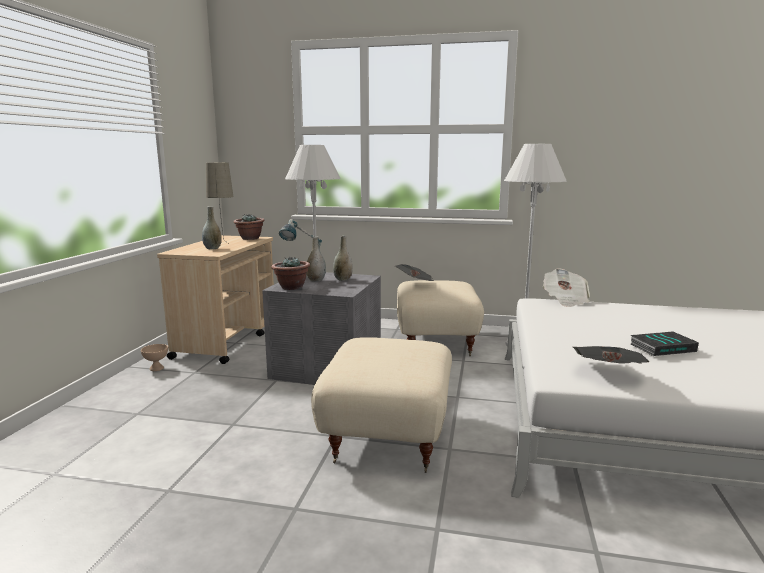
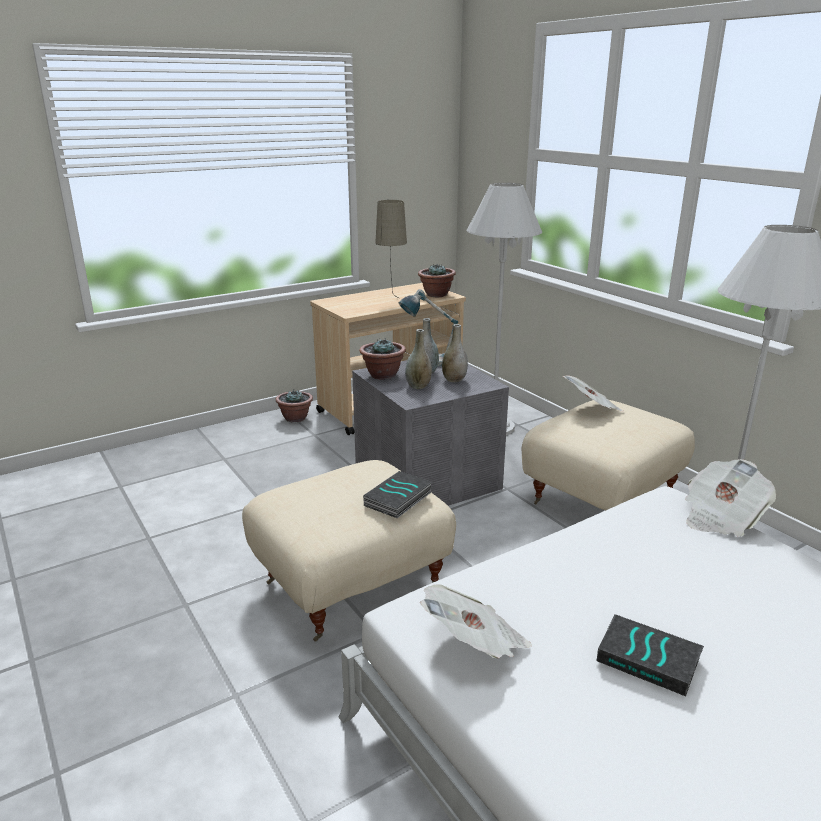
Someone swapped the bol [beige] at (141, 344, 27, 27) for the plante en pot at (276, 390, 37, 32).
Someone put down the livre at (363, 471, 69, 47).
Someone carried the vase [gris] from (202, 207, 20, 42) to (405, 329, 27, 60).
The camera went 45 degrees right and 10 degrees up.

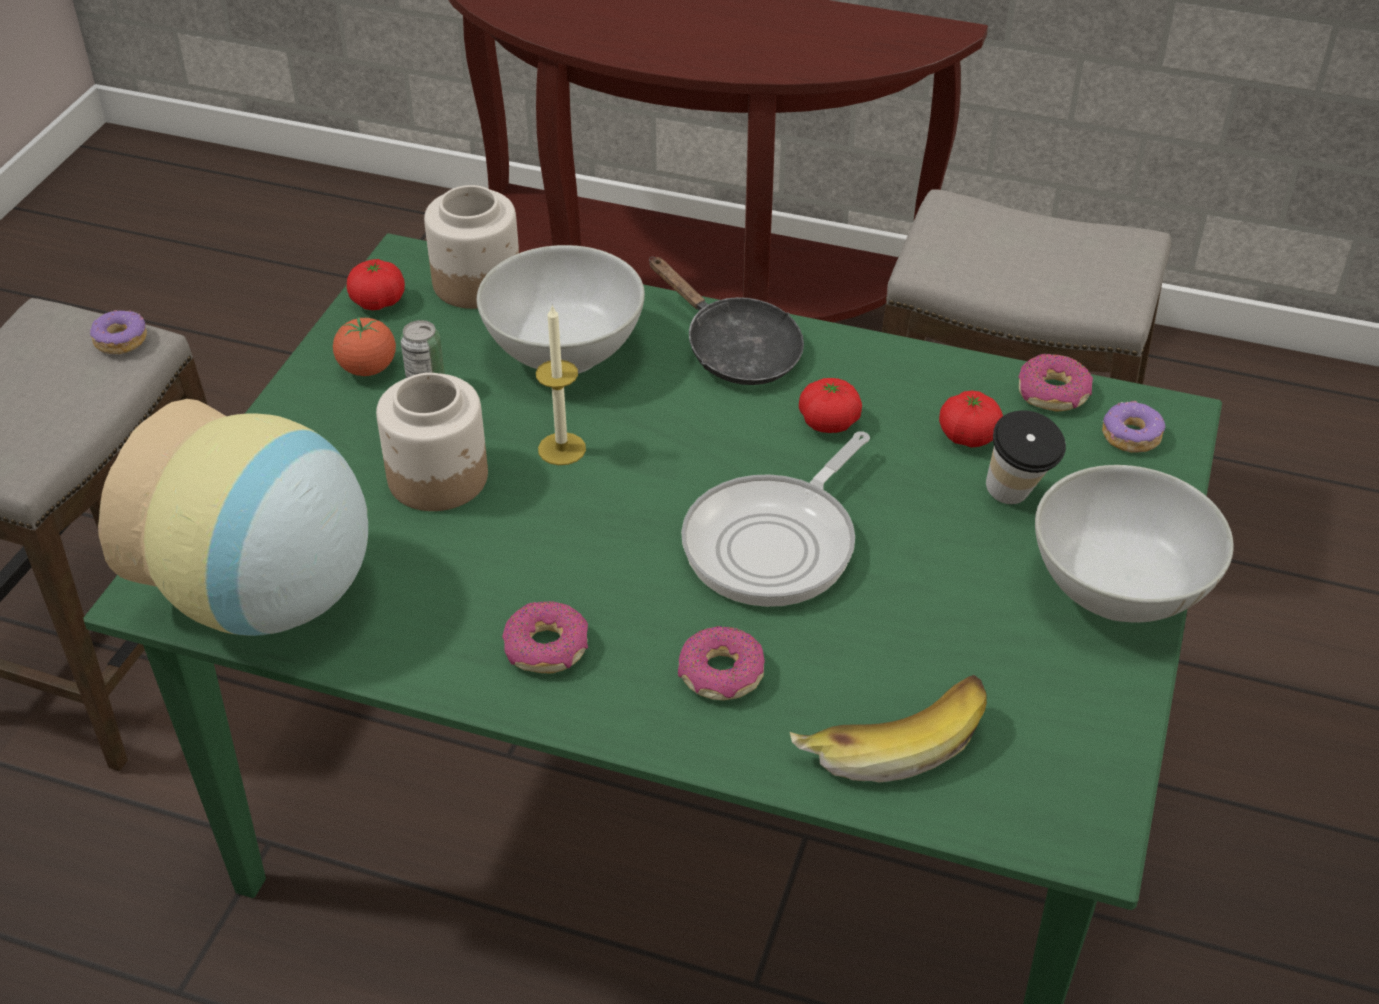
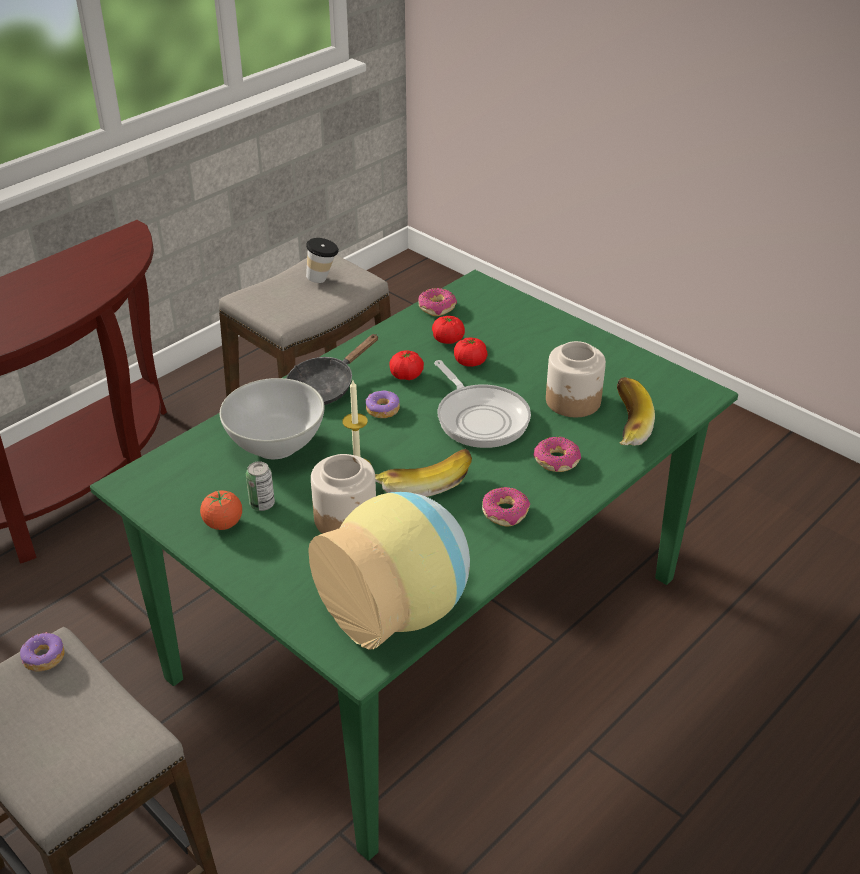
Someone rotated the poêle [noir] at (649, 257, 155, 128) by 150 degrees clockwise.
Someone carried the tasse from (986, 410, 80, 94) to (306, 238, 33, 45).
Someone carried the beignet from (1102, 401, 63, 52) to (365, 391, 35, 27).
Someone put down the banane at (375, 449, 97, 48).
Someone carried the tomate from (347, 259, 58, 51) to (454, 338, 34, 29).
Someone carried the bocal from (424, 185, 95, 124) to (546, 341, 60, 76).
Someone took away the bol [blanc] at (1035, 465, 199, 157).
The camera went 65 degrees left and 5 degrees down.

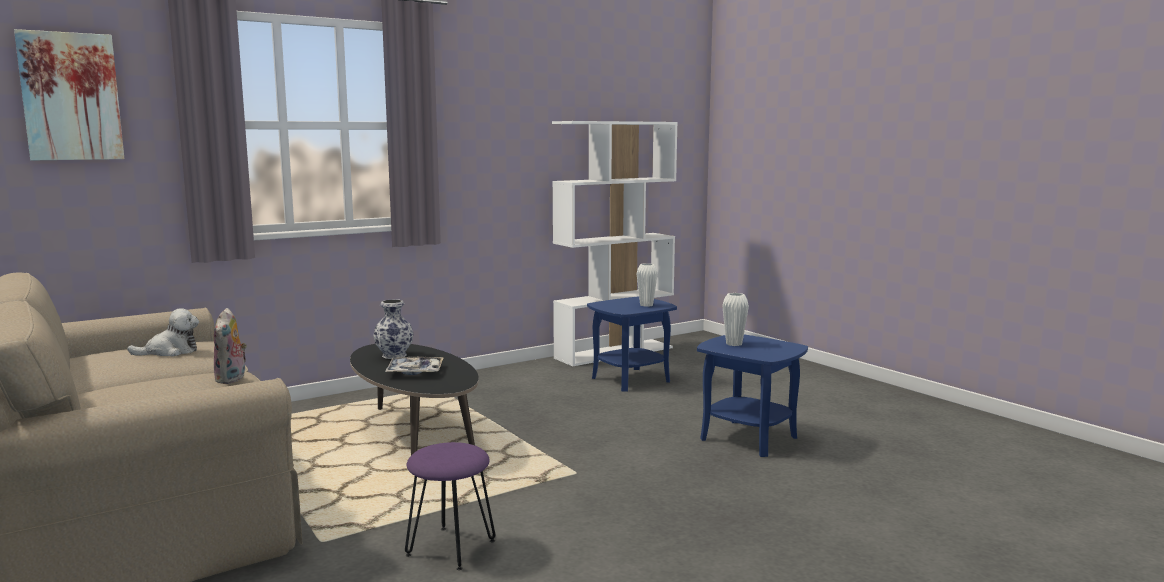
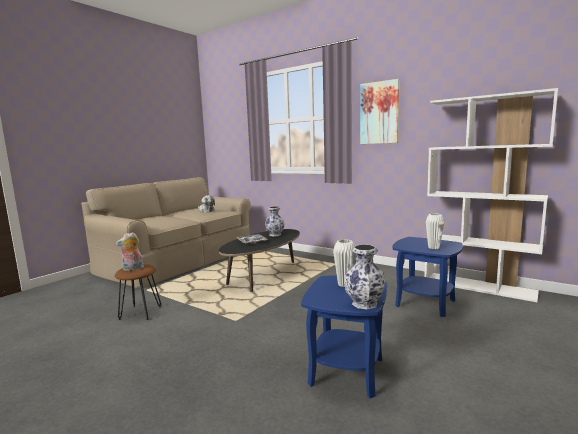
Someone repainted the tabouret [violet] at (405, 442, 90, 128), which became the tabouret [marron] at (115, 264, 46, 56).
Someone carried the peluche from (214, 308, 33, 76) to (116, 232, 28, 39).
Someone put down the vase at (344, 245, 42, 65).
Someone carried the tableau from (14, 29, 110, 132) to (360, 79, 40, 65).
The camera went 70 degrees right and 0 degrees up.

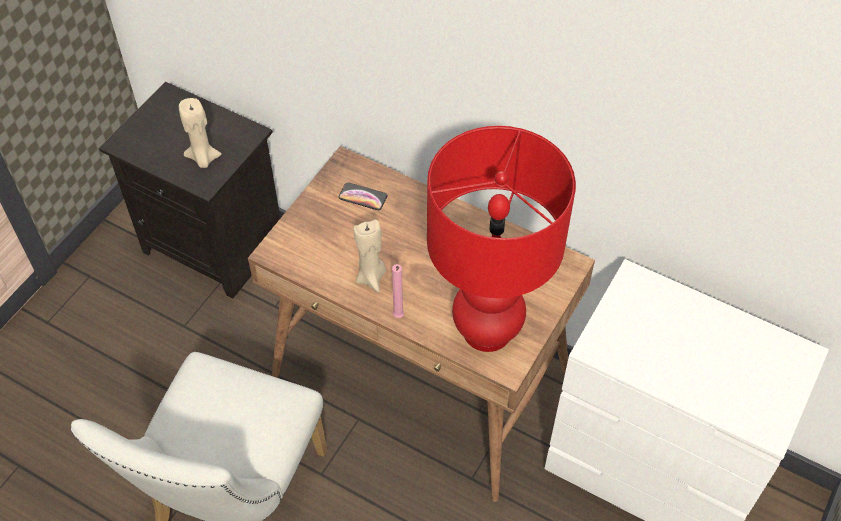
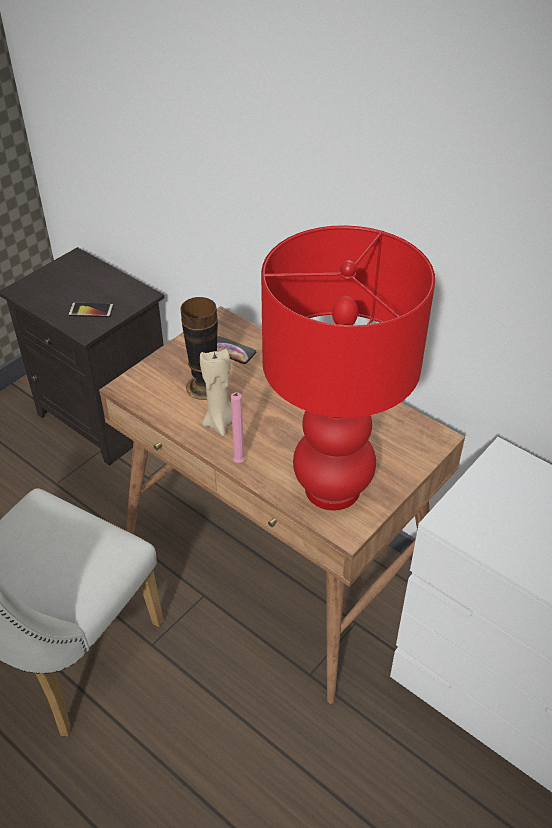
Someone swapped the bougie [beige] at (179, 98, 43, 70) for the téléphone at (68, 302, 46, 15).
Someone put down the vase at (180, 297, 38, 103).
The camera went 10 degrees right and 10 degrees down.

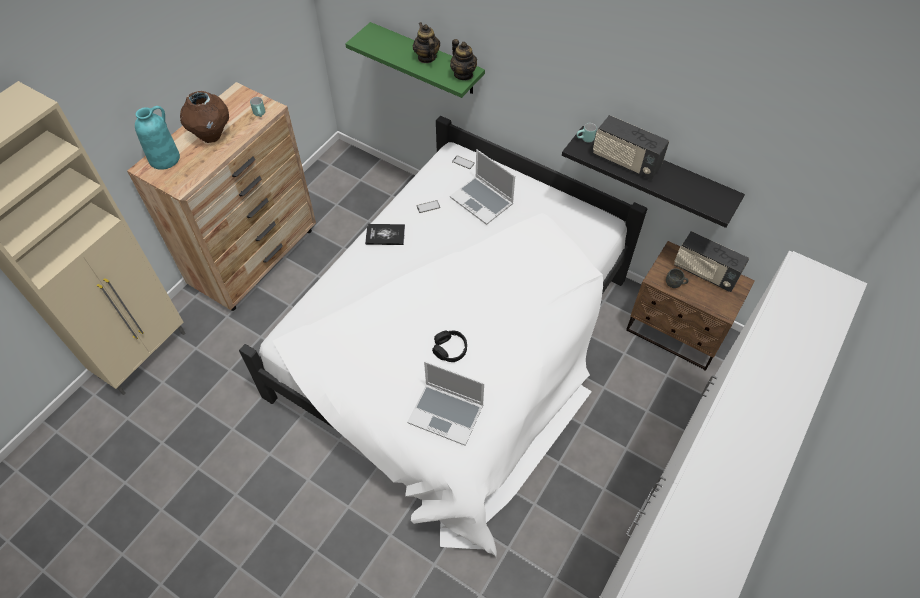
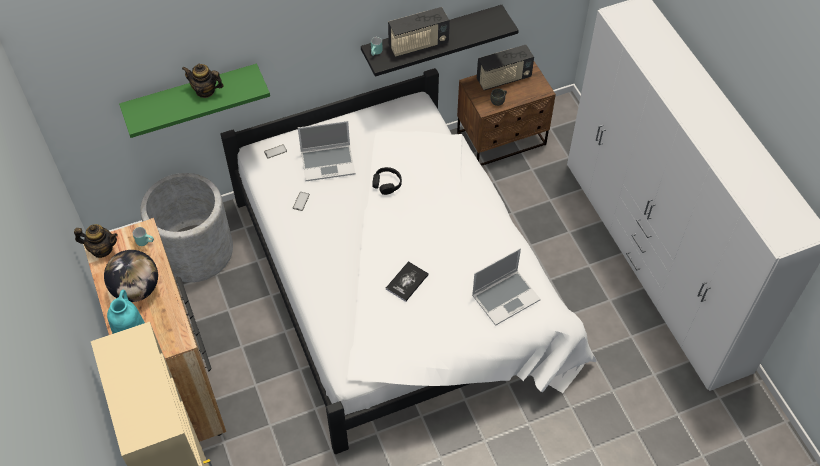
Someone carried the théière from (450, 39, 27, 41) to (74, 224, 44, 34).
Someone swapped the vase [marron] at (180, 91, 49, 52) for the globe at (104, 250, 54, 52).
Someone put down the cache-pot [gris] at (140, 173, 93, 109).
Someone carried the casque audio [noir] from (432, 331, 35, 31) to (372, 167, 30, 28).
Someone carried the livre from (365, 224, 40, 21) to (386, 261, 43, 41).
The camera went 55 degrees left and 0 degrees up.

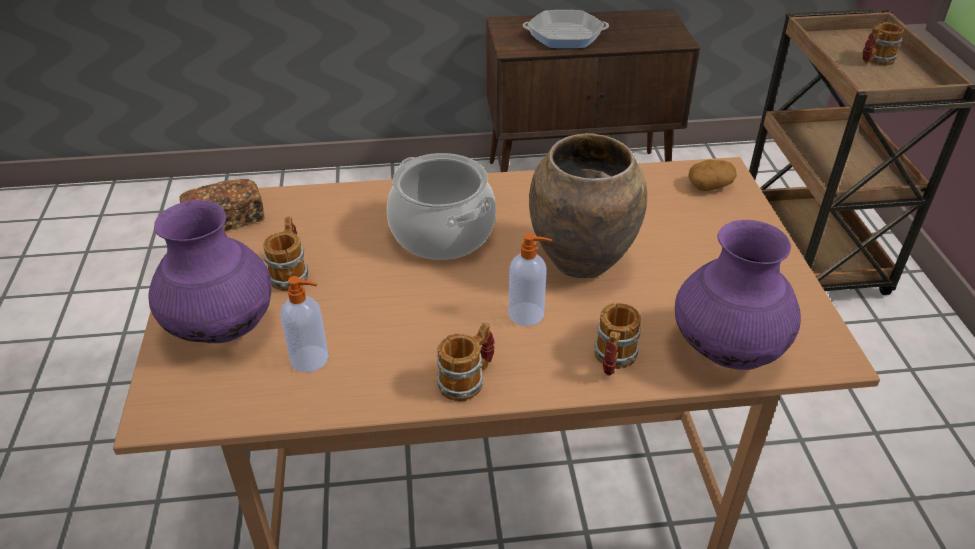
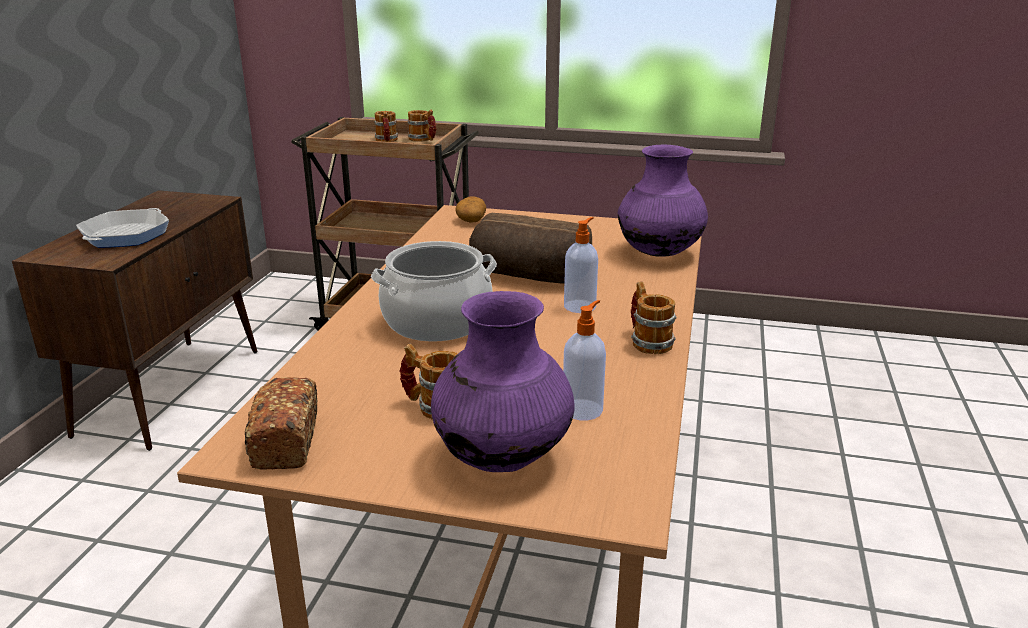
Someone carried the mug from (594, 303, 47, 73) to (407, 110, 29, 32).
Someone swapped the vase [marron] at (529, 133, 118, 145) for the pain at (469, 213, 123, 71).
The camera went 70 degrees left and 15 degrees down.

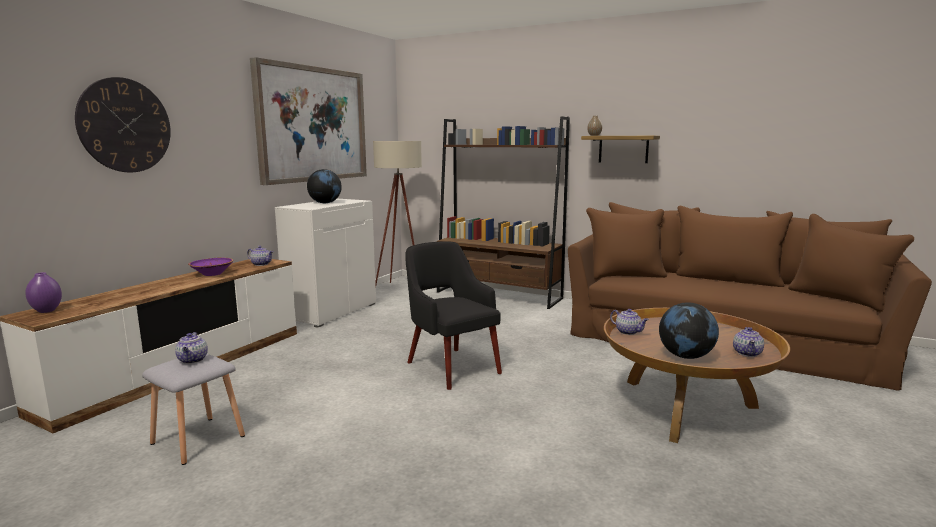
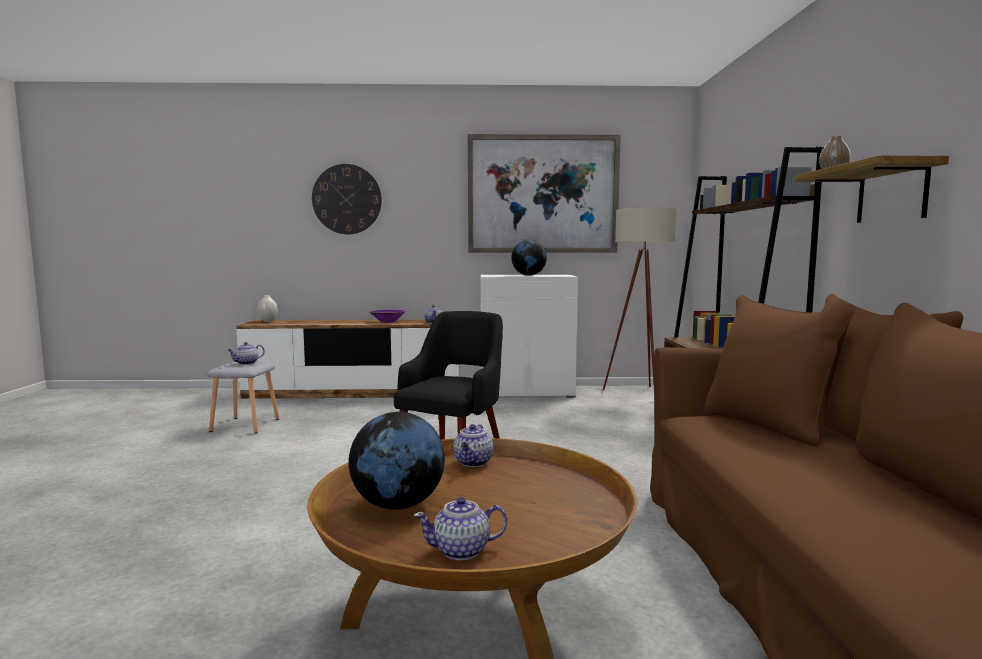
Someone repainted the vase [violet] at (25, 272, 37, 41), which became the vase [blanc] at (257, 295, 21, 27).
The camera went 60 degrees right and 5 degrees down.

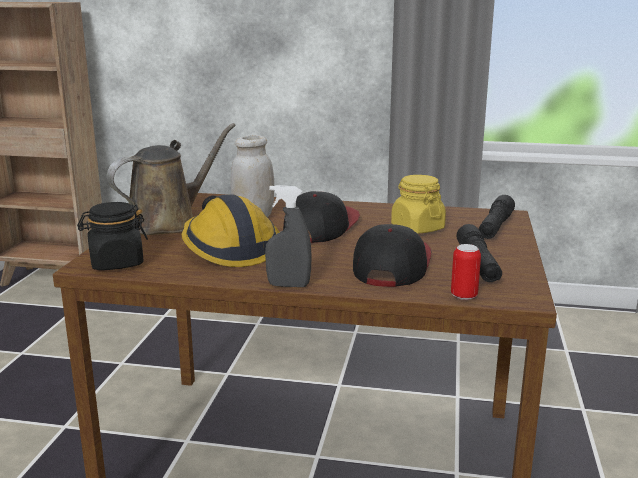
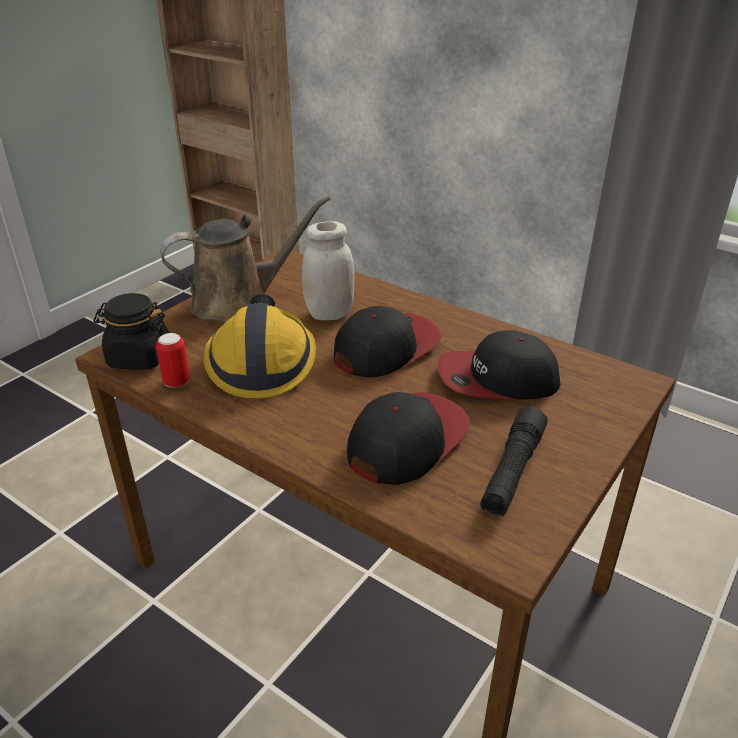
Someone carried the boîte métallique from (451, 244, 30, 56) to (156, 333, 34, 55).
Someone swapped the bocal [jaune] at (391, 175, 55, 59) for the casquette at (438, 330, 122, 70).
Someone took away the vaporisateur [gris] at (265, 185, 47, 102).
Someone took away the lampe de poche [noir] at (479, 195, 36, 44).
The camera went 25 degrees right and 15 degrees up.

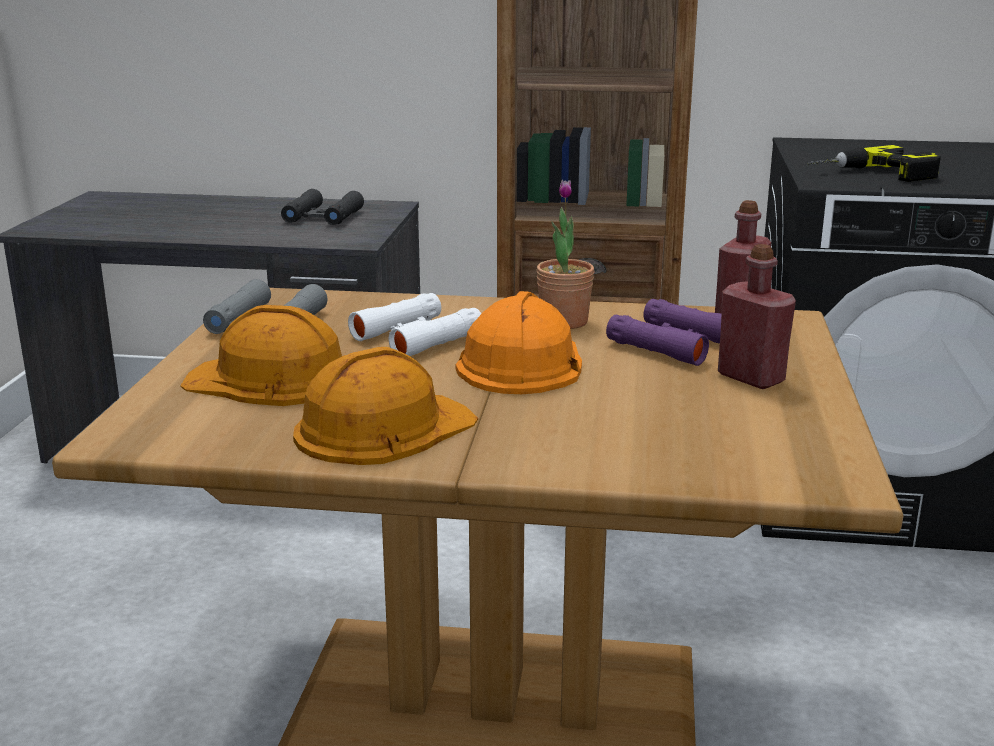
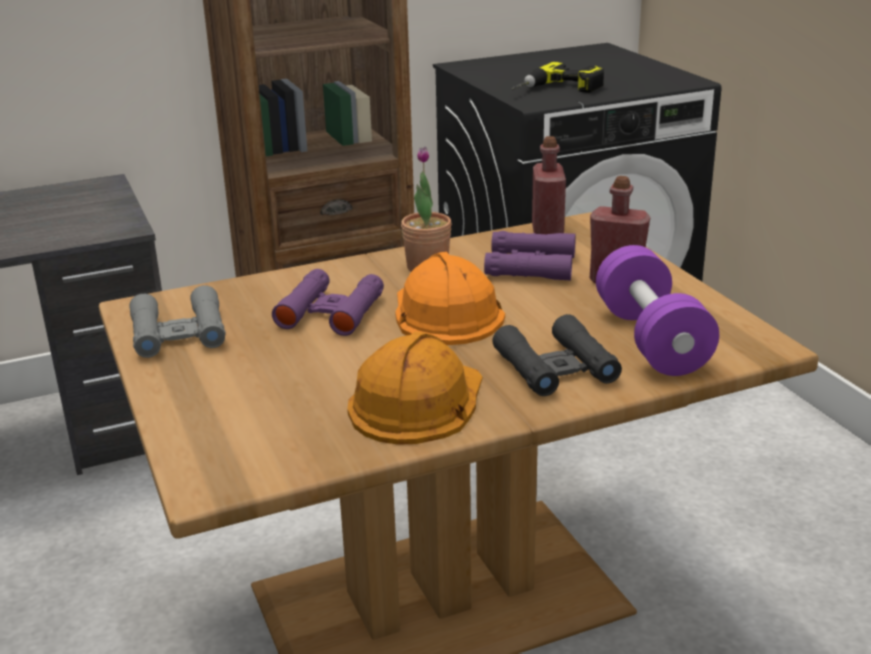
Someone repainted the jumelles [blanc] at (348, 293, 133, 63), which became the jumelles [violet] at (272, 269, 112, 67).
Someone carried the jumelles [noir] from (281, 189, 83, 36) to (493, 314, 129, 82).
Someone put down the haltère [violet] at (596, 245, 123, 131).
Someone took away the casque de chantier [orange] at (180, 305, 162, 101).
The camera went 30 degrees left and 5 degrees up.

